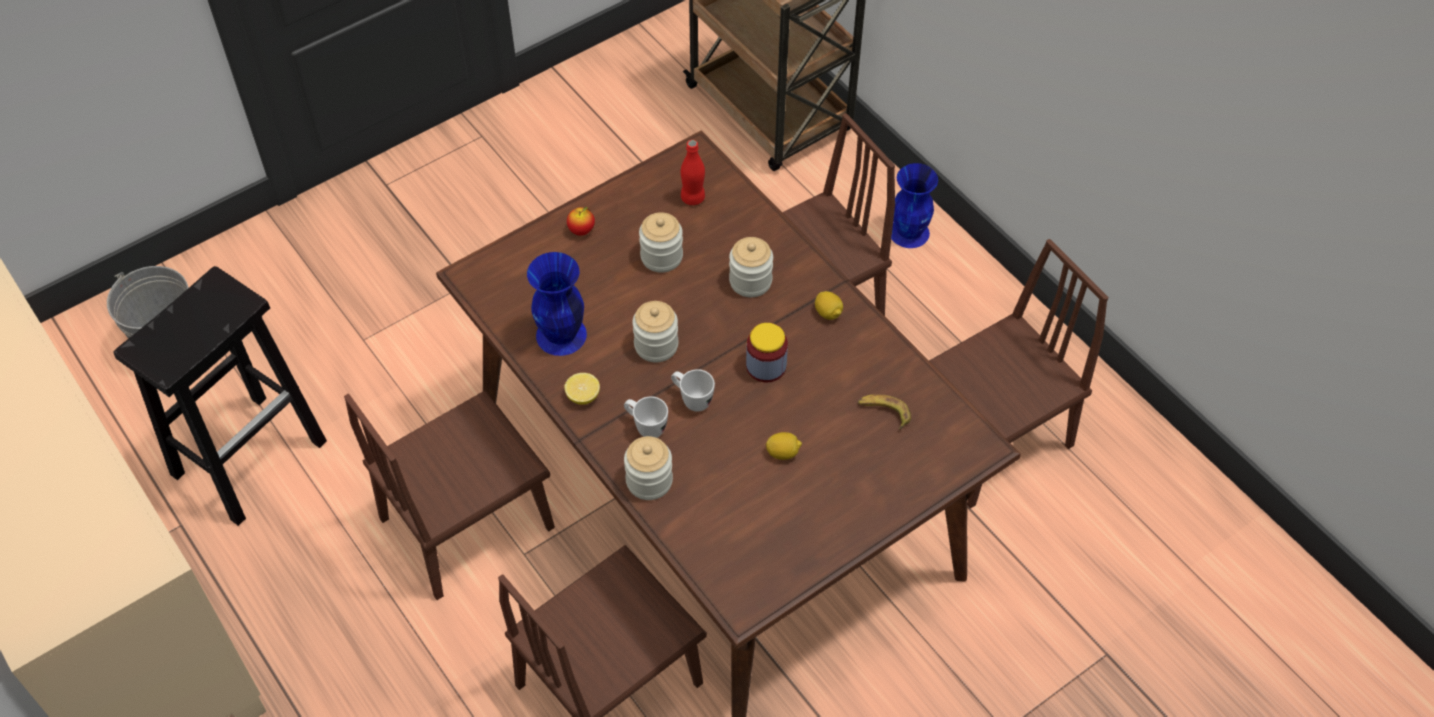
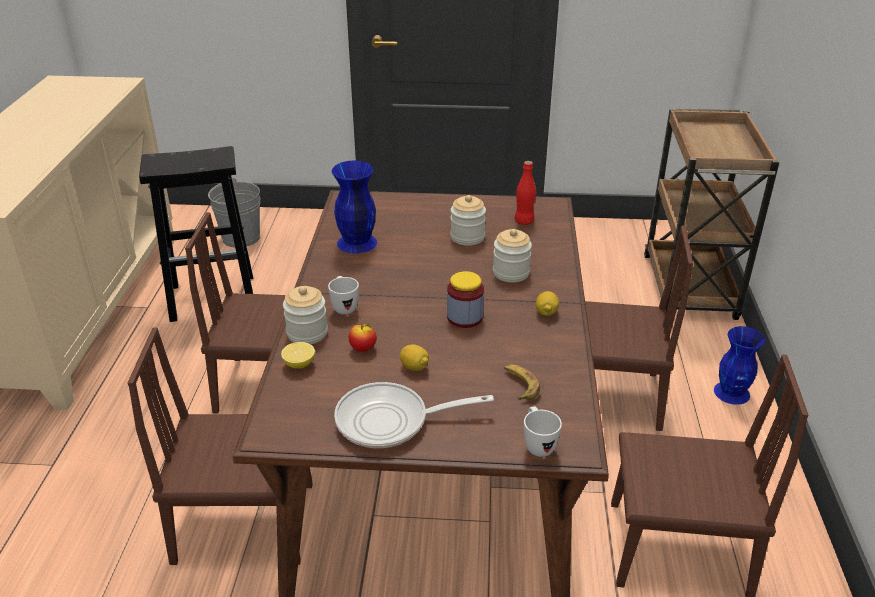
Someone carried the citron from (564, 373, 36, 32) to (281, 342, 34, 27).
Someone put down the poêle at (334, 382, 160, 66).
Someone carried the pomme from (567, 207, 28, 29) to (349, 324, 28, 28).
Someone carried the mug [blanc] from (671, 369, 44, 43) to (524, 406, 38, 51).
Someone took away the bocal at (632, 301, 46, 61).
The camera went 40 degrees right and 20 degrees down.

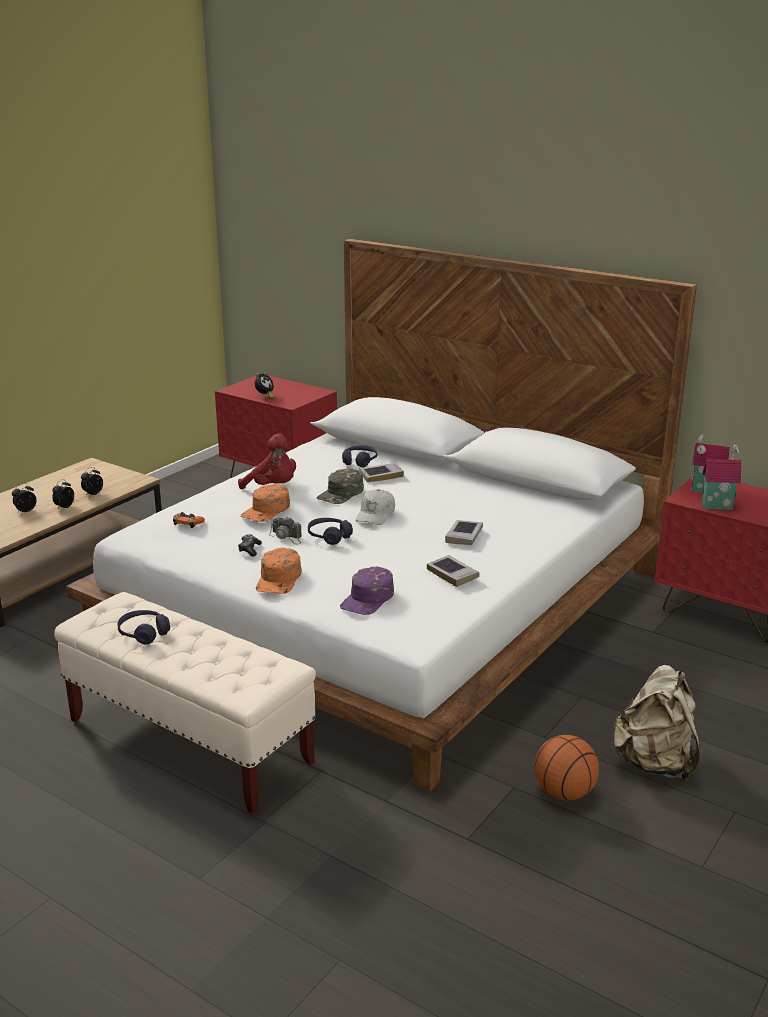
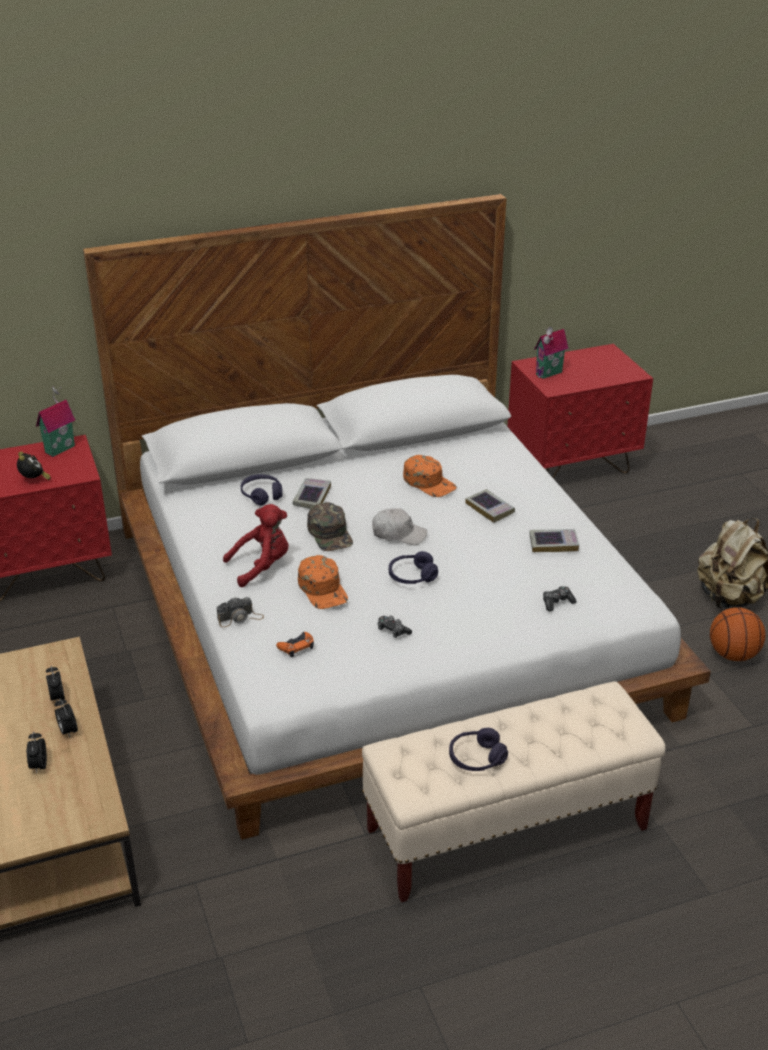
Someone carried the maison miniature from (702, 443, 40, 67) to (36, 387, 39, 70).
Someone carried the appareil photo from (269, 517, 33, 27) to (217, 597, 47, 30).
Someone rotated the casquette [blanc] at (356, 489, 39, 36) by 45 degrees counterclockwise.
Someone carried the casquette [orange] from (256, 548, 45, 46) to (403, 455, 54, 42).
Someone swapped the casquette [violet] at (340, 567, 54, 48) for the manette at (543, 586, 34, 25).
The camera went 55 degrees left and 10 degrees up.

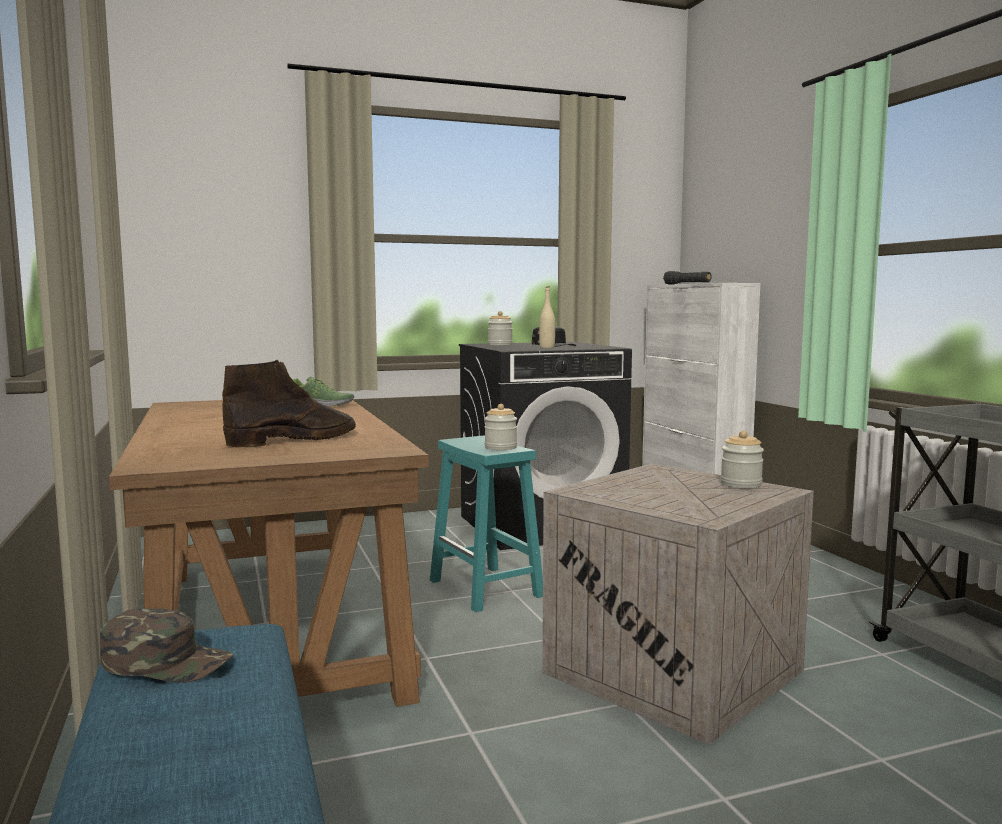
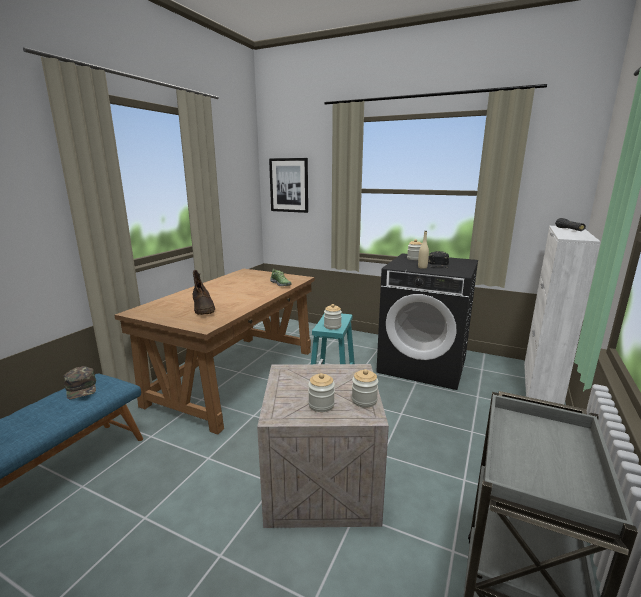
Someone rotated the botte [marron] at (222, 360, 134, 87) by 60 degrees clockwise.
Someone put up the tableau at (269, 158, 39, 55).
Someone put down the bocal at (308, 373, 27, 39).
The camera went 45 degrees right and 10 degrees up.

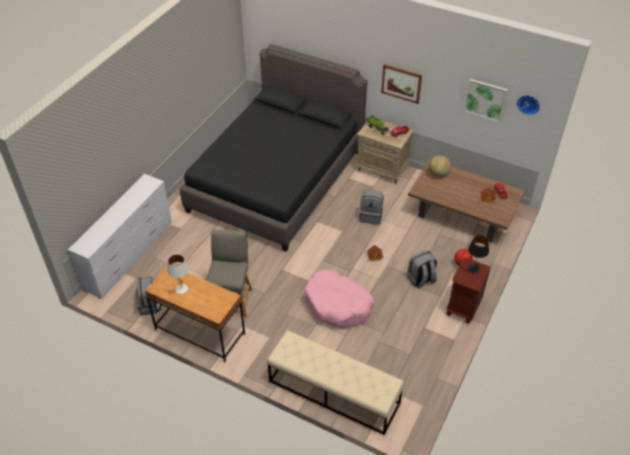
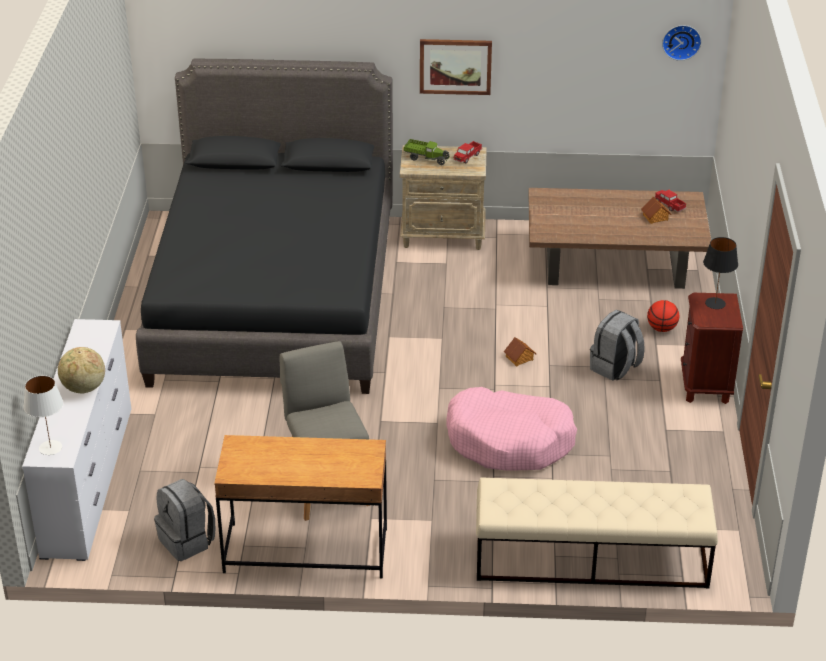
Someone carried the lampe de table [blanc] from (167, 255, 22, 39) to (23, 375, 40, 80).
Someone carried the globe from (429, 156, 22, 21) to (58, 347, 47, 46).
Someone took away the sac à dos [gris] at (359, 190, 25, 35).
Someone took away the tableau at (464, 79, 44, 43).
The camera went 25 degrees left and 10 degrees down.

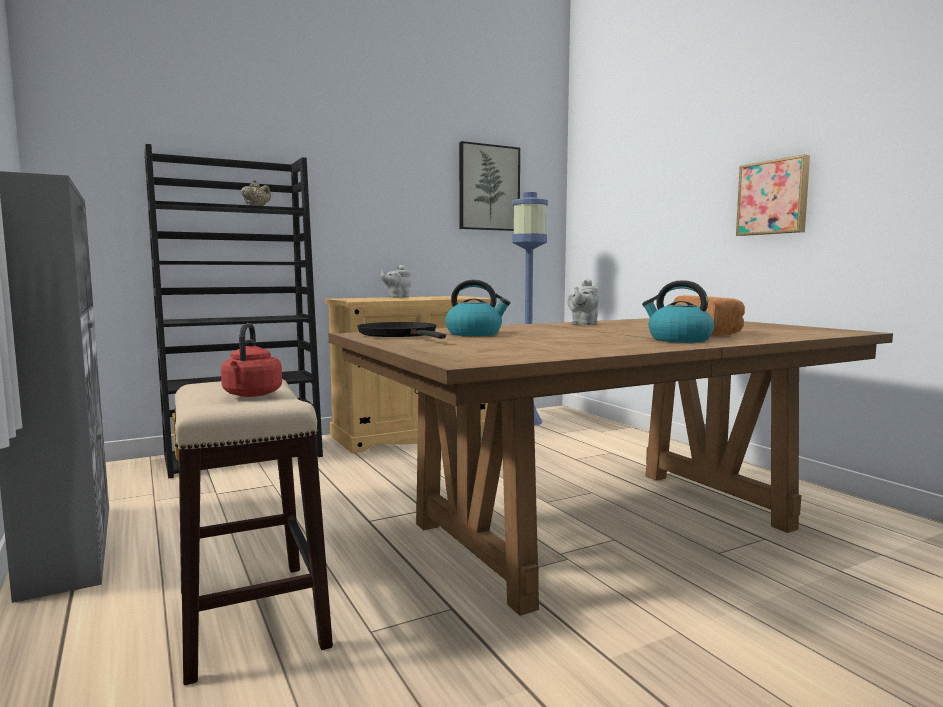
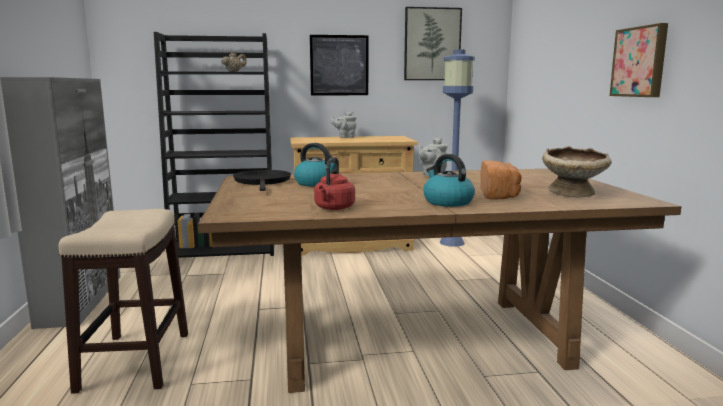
Someone put up the tableau at (310, 35, 59, 60).
Someone carried the bouilloire [rouge] from (221, 323, 61, 74) to (314, 157, 41, 53).
Someone put down the bol [beige] at (542, 146, 69, 52).
The camera went 20 degrees right and 5 degrees up.

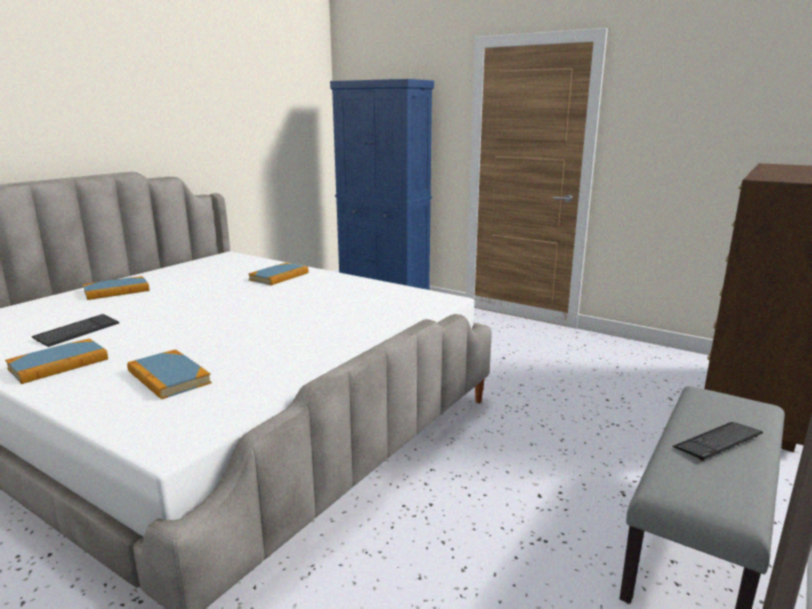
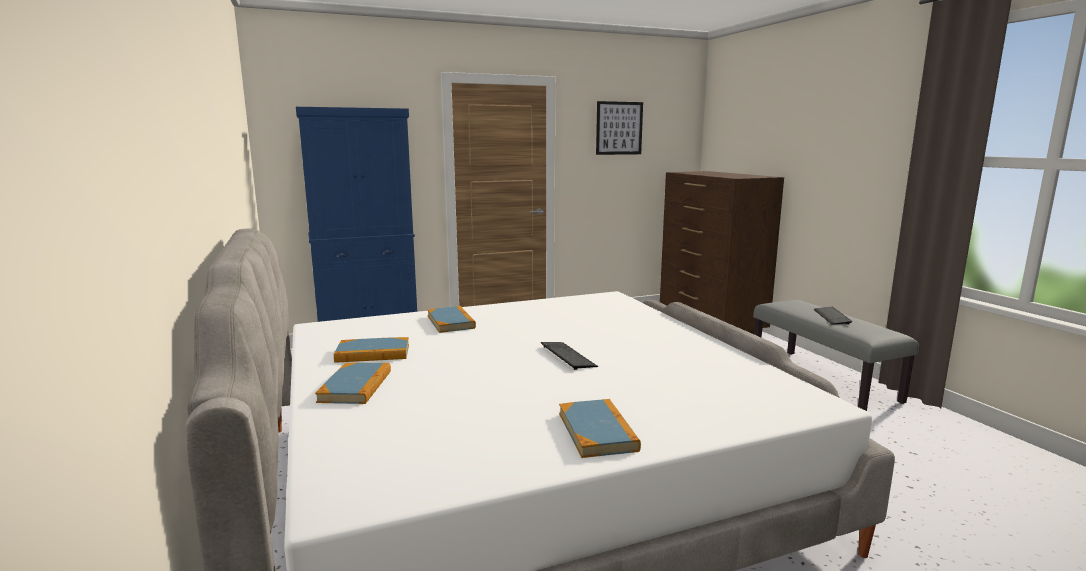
Someone carried the livre from (127, 349, 84, 51) to (334, 337, 75, 26).
Someone carried the clavier from (32, 314, 88, 33) to (541, 342, 57, 28).
Someone put up the tableau at (596, 101, 47, 54).
The camera went 55 degrees left and 5 degrees down.

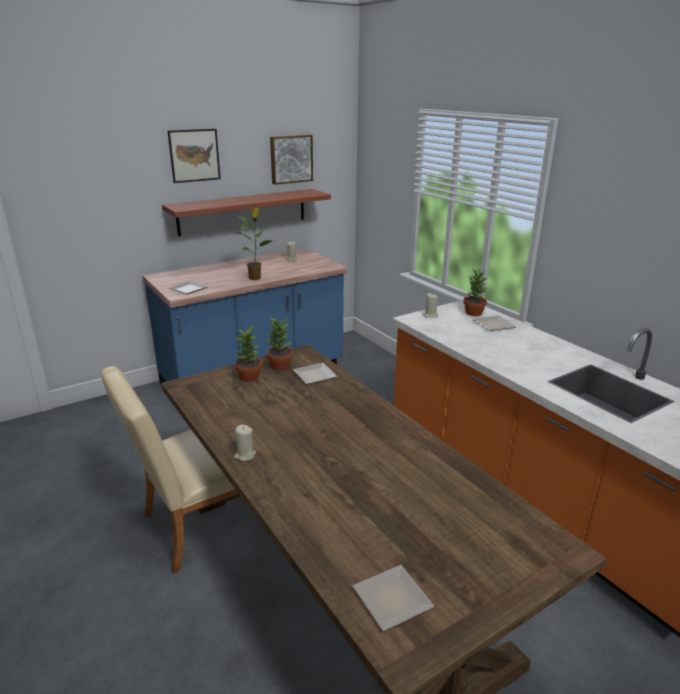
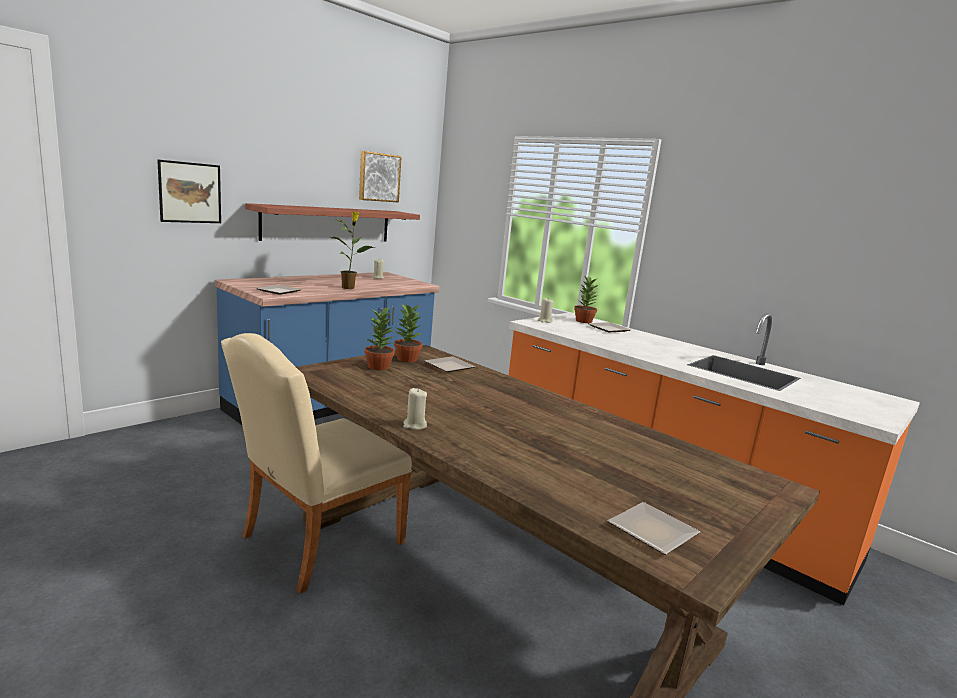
Someone carried the tableau from (168, 129, 53, 54) to (157, 160, 64, 63).
The camera went 15 degrees left and 10 degrees down.

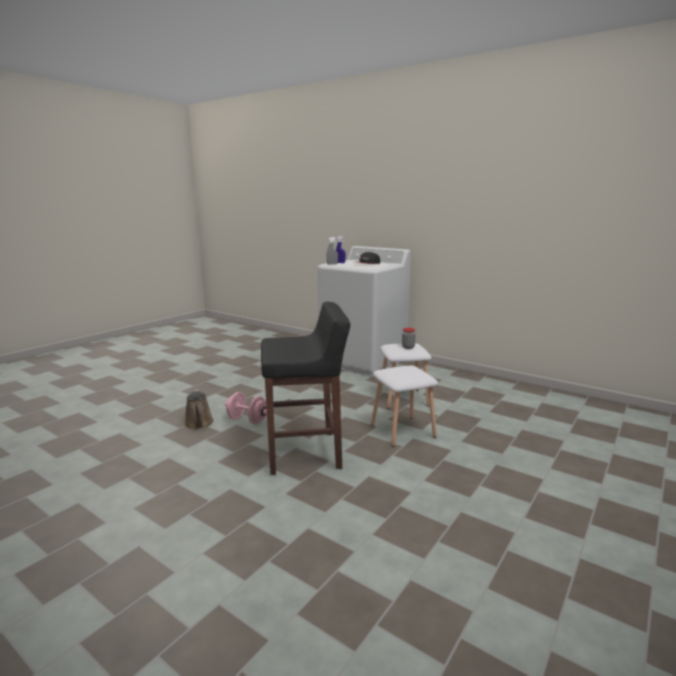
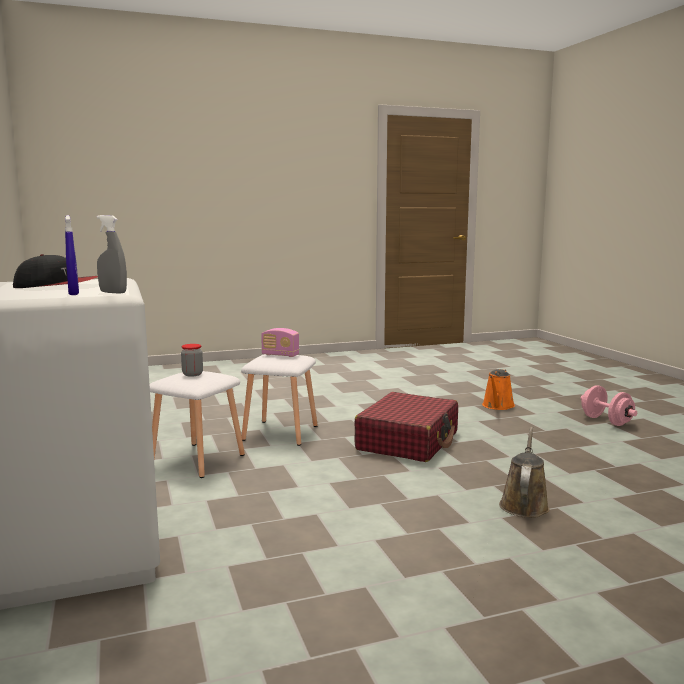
Someone put down the radio at (261, 328, 38, 29).
Someone swapped the tabouret [noir] at (261, 302, 89, 173) for the valise [rouge] at (354, 392, 104, 70).
Someone put down the arrosoir [orange] at (482, 369, 33, 41).
Someone carried the haltère [rose] from (225, 392, 42, 32) to (580, 385, 57, 41).
The camera went 145 degrees left and 5 degrees down.

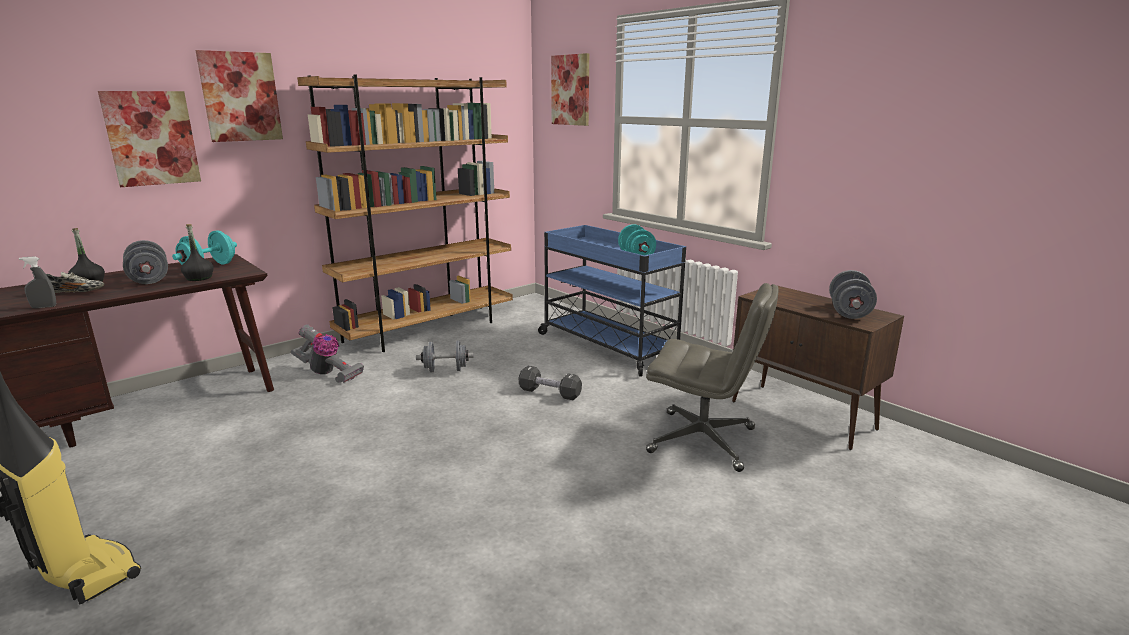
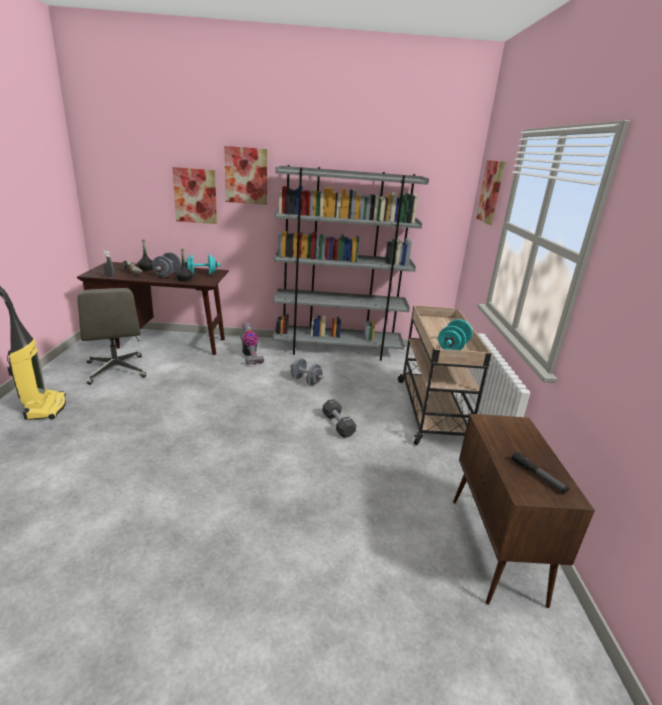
Someone carried the chaise de bureau [gris] from (646, 283, 133, 189) to (77, 288, 69, 97).
Someone repainted the bibliothèque [marron] at (297, 75, 216, 277), which became the bibliothèque [gris] at (273, 165, 156, 196).
Someone repainted the chariot [bleu] at (538, 225, 148, 152), which became the chariot [beige] at (398, 305, 93, 140).
Someone swapped the haltère [gris] at (829, 270, 48, 49) for the lampe de poche at (512, 452, 57, 42).
The camera went 40 degrees right and 5 degrees up.

